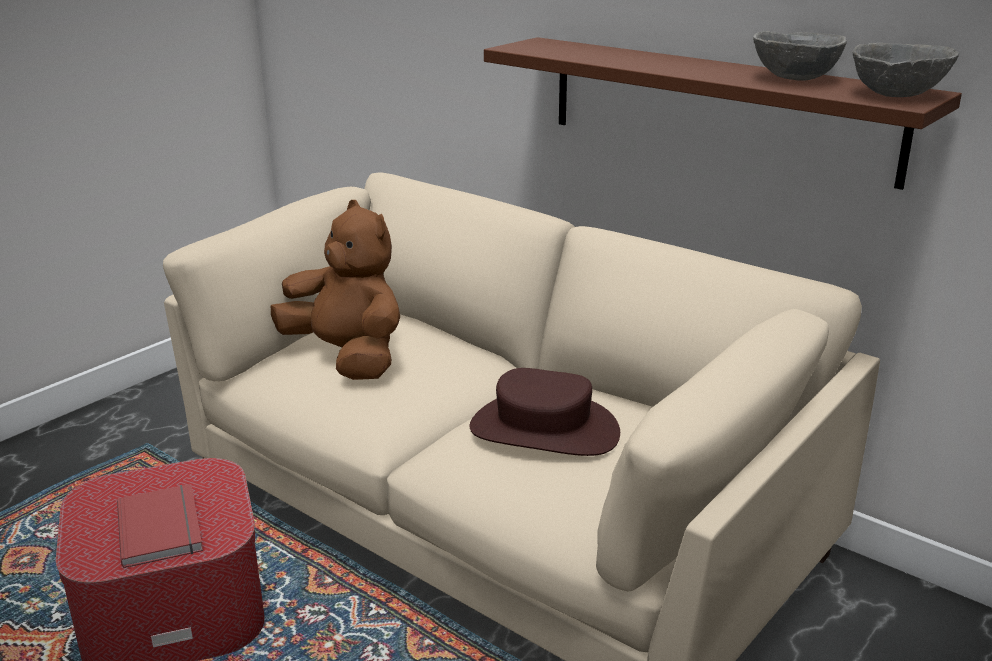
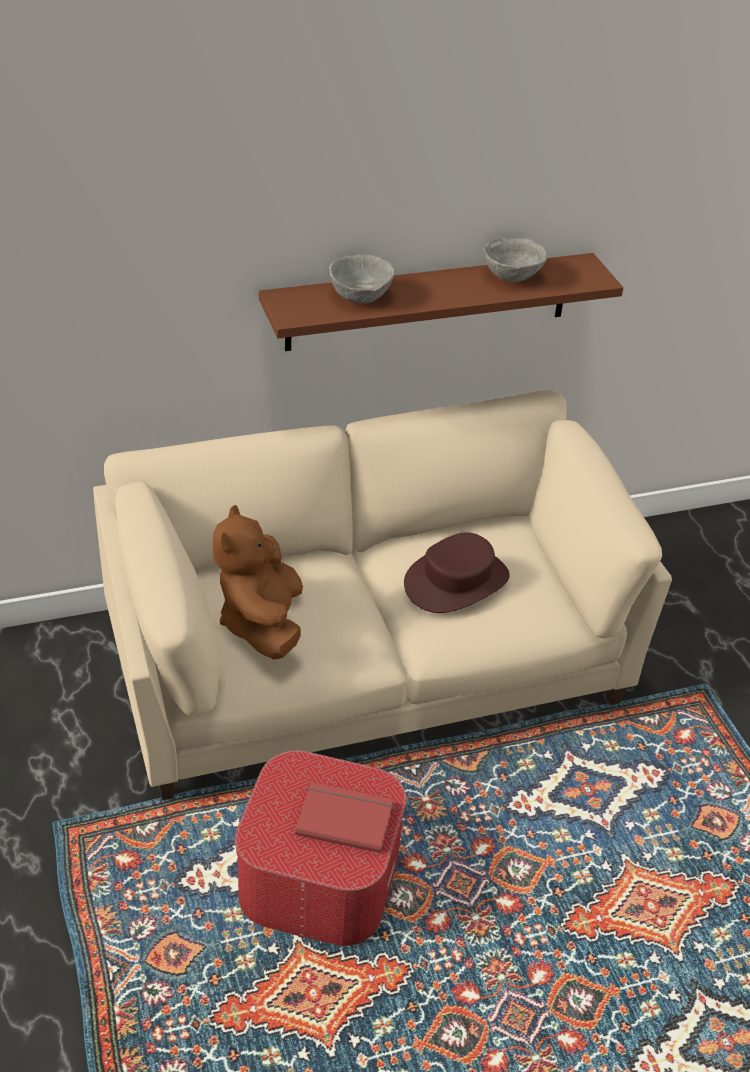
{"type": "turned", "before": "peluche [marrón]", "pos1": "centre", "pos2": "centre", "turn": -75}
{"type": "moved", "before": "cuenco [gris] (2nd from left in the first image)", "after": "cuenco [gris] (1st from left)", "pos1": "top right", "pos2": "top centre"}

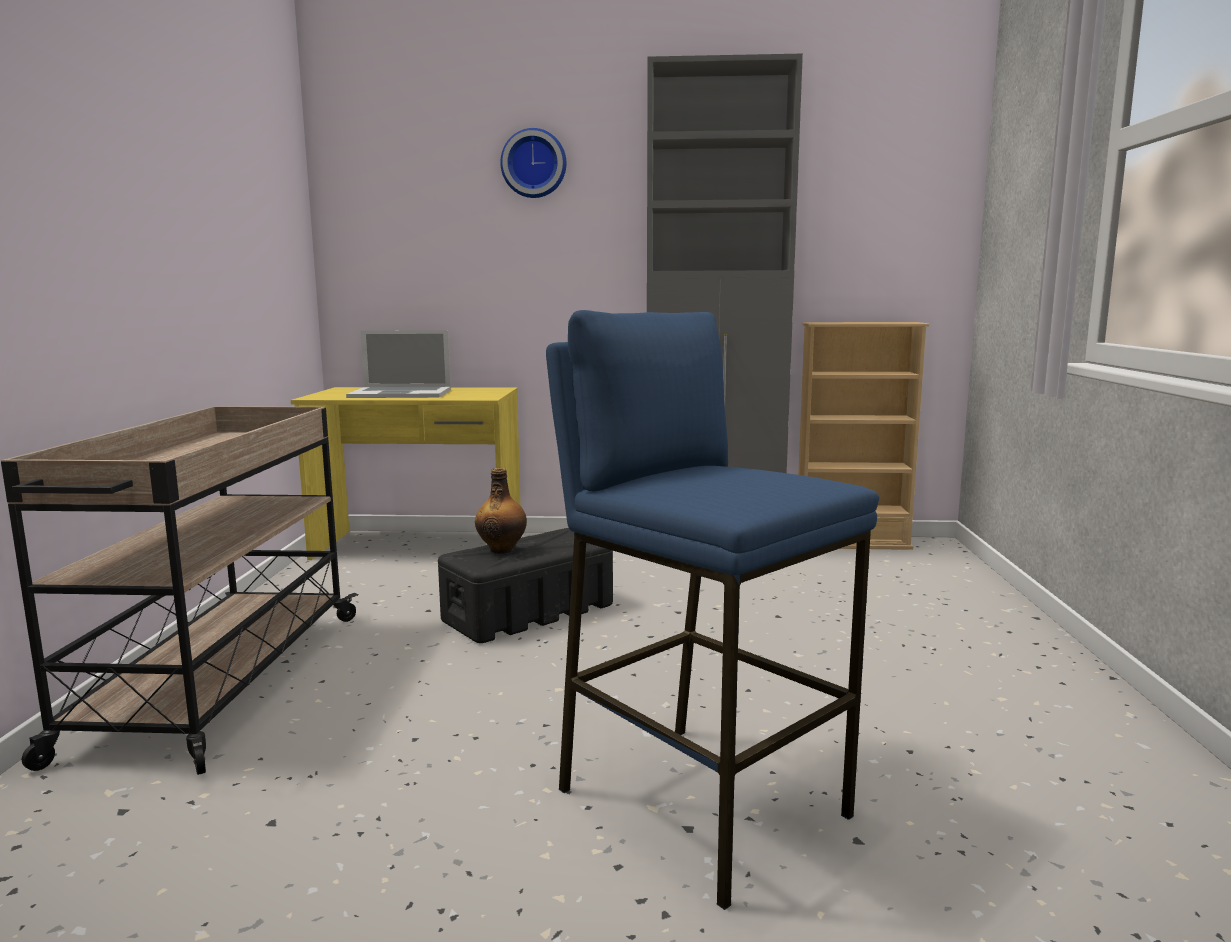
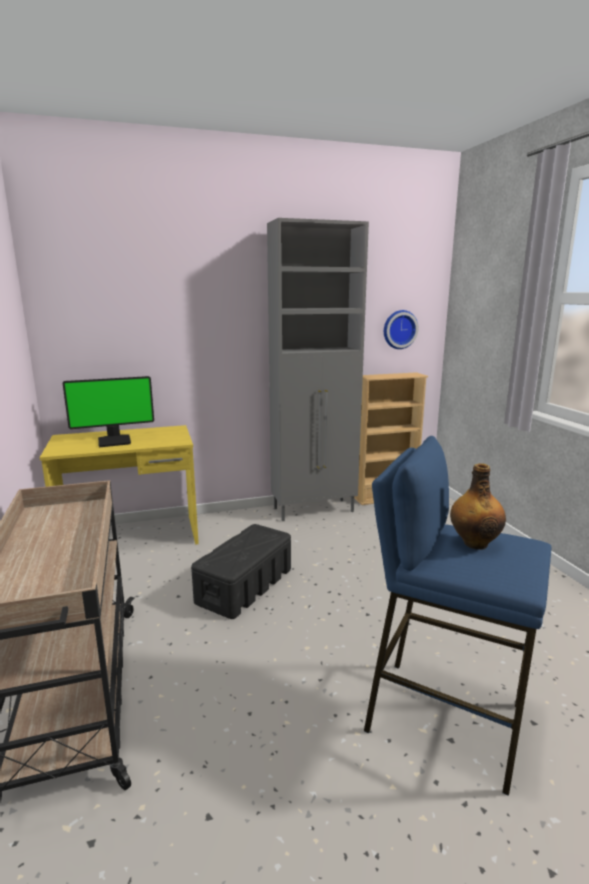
{"type": "replaced", "before": "portátil", "after": "monitor", "pos1": "middle left", "pos2": "middle left"}
{"type": "moved", "before": "reloj de pared", "pos1": "top centre", "pos2": "middle right"}
{"type": "moved", "before": "botella", "pos1": "centre", "pos2": "middle right"}

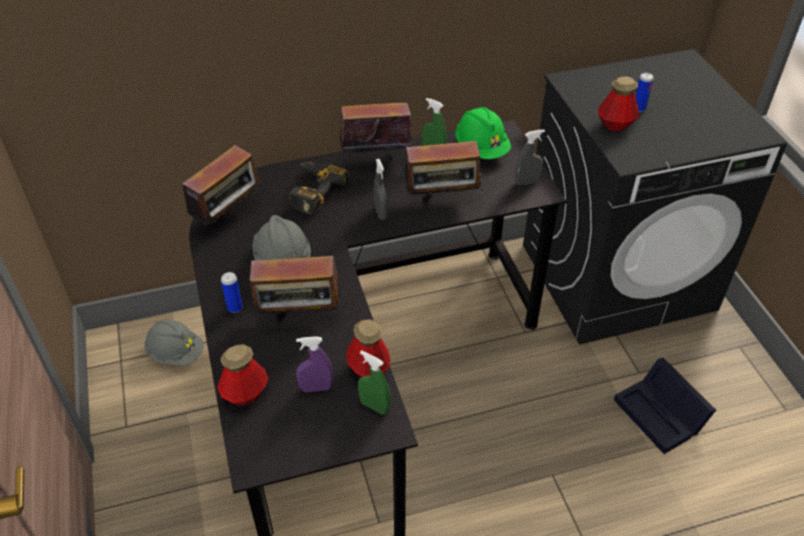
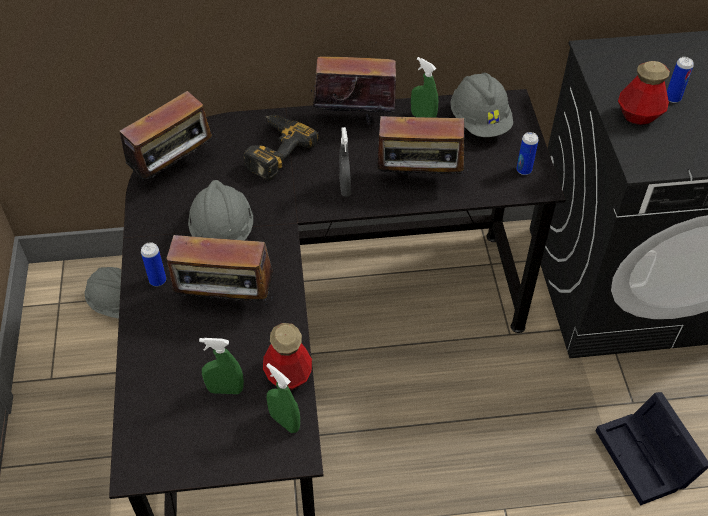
{"type": "recoloured", "before": "pulverizador [morado]", "after": "pulverizador [verde] (1st from left)", "pos1": "bottom centre", "pos2": "bottom left"}
{"type": "recoloured", "before": "casco [verde]", "after": "casco [gris] (3rd from left)", "pos1": "top centre", "pos2": "top right"}
{"type": "replaced", "before": "pulverizador [gris] (2nd from left)", "after": "lata (2nd from left)", "pos1": "top centre", "pos2": "top right"}
{"type": "removed", "before": "botella (1st from left)", "pos1": "bottom left"}

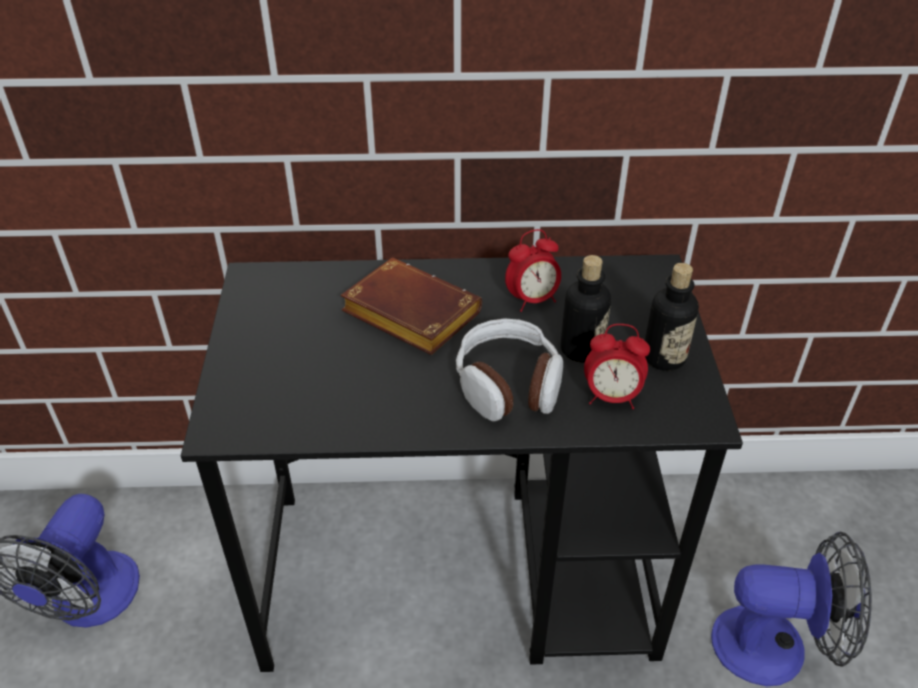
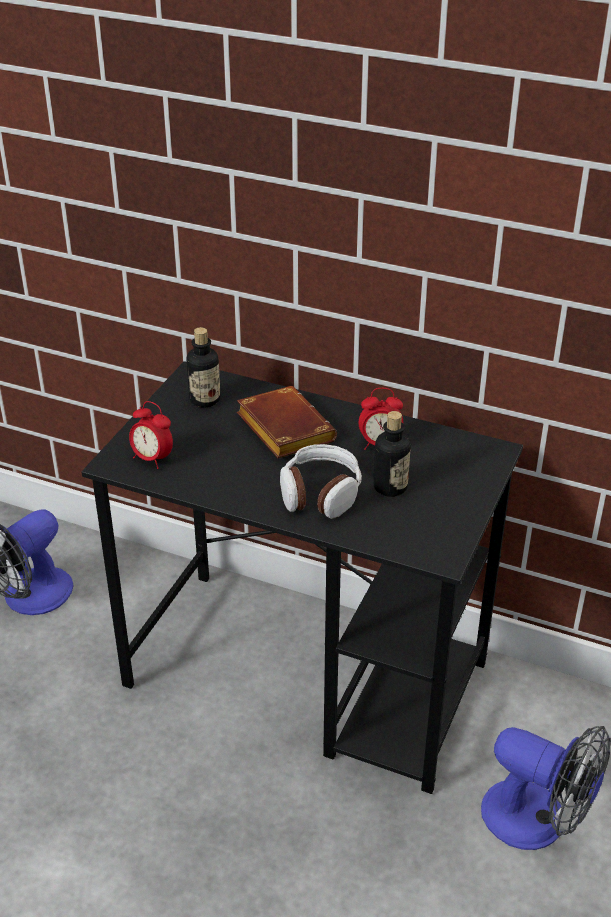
{"type": "moved", "before": "despertador (2nd from left in the first image)", "after": "despertador (1st from left)", "pos1": "middle right", "pos2": "middle left"}
{"type": "moved", "before": "botella (2nd from left in the first image)", "after": "botella (1st from left)", "pos1": "middle right", "pos2": "middle left"}

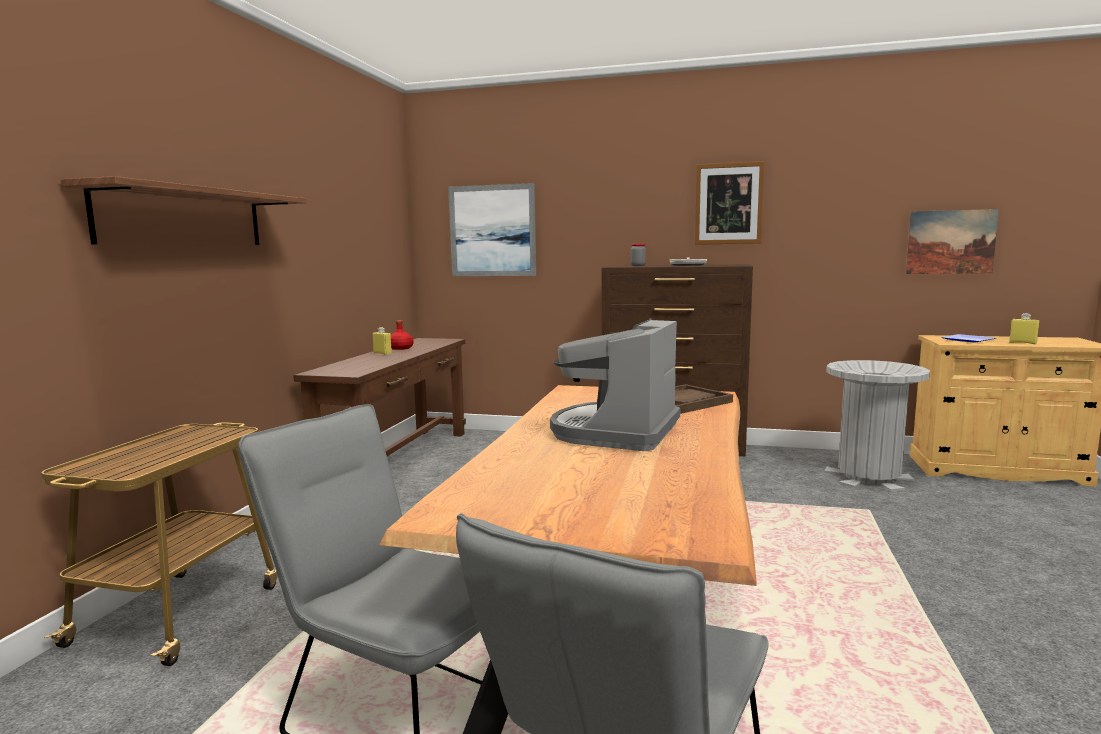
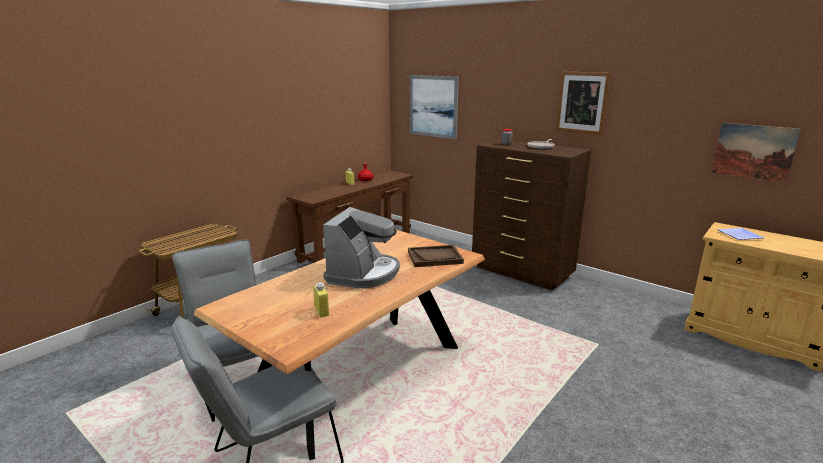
{"type": "moved", "before": "botella [amarillo] (2nd from left in the first image)", "after": "botella [amarillo] (1st from left)", "pos1": "middle right", "pos2": "centre"}
{"type": "turned", "before": "cafetera", "pos1": "centre", "pos2": "centre", "turn": 150}
{"type": "removed", "before": "estante", "pos1": "top left"}
{"type": "removed", "before": "papelera [gris]", "pos1": "middle right"}

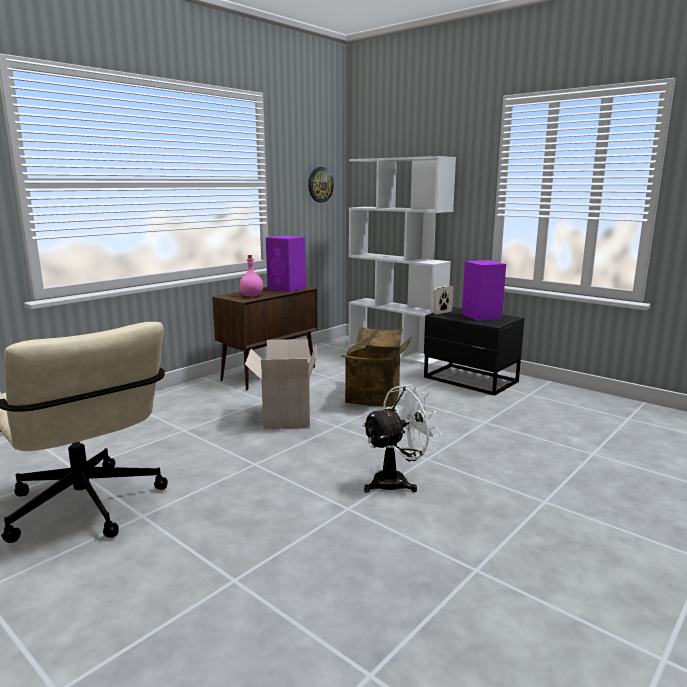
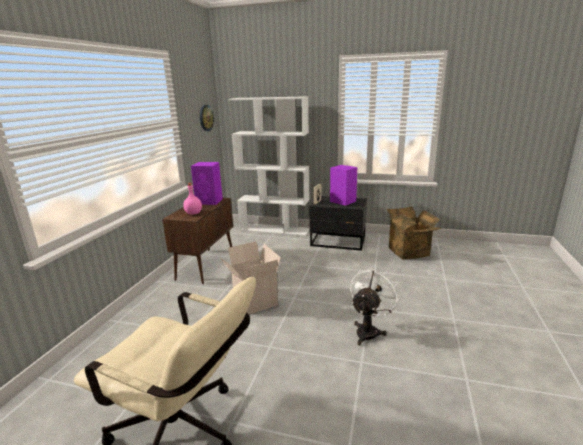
{"type": "moved", "before": "caja de cartón (2nd from left)", "pos1": "centre", "pos2": "middle right"}

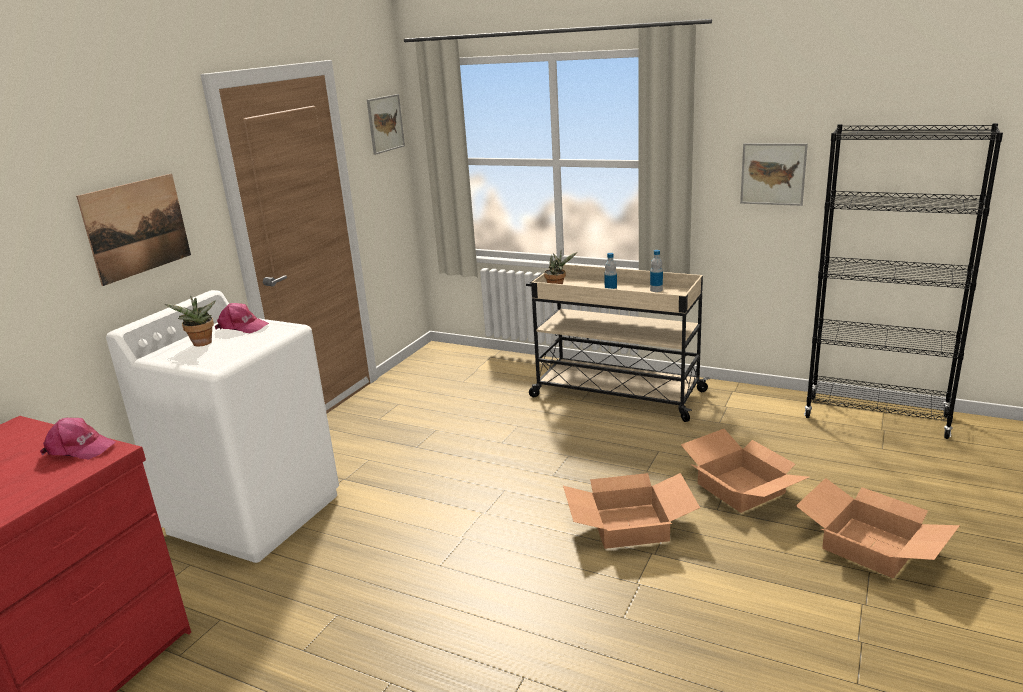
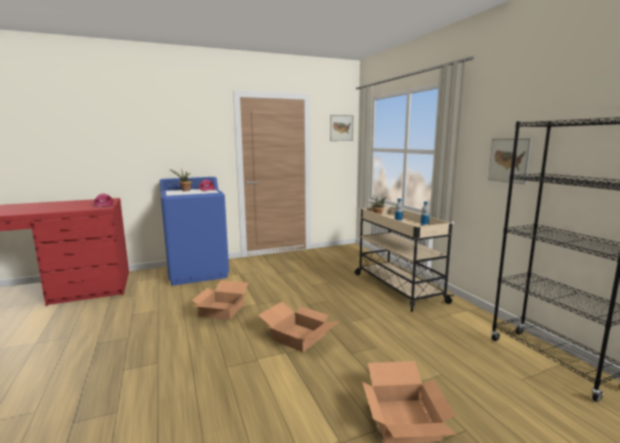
{"type": "recoloured", "before": "lavadora [blanco]", "after": "lavadora [azul]", "pos1": "middle left", "pos2": "middle left"}
{"type": "moved", "before": "caja de cartón (2nd from left in the first image)", "after": "caja de cartón (1st from left)", "pos1": "bottom right", "pos2": "bottom centre"}
{"type": "removed", "before": "cuadro (1st from left)", "pos1": "top left"}

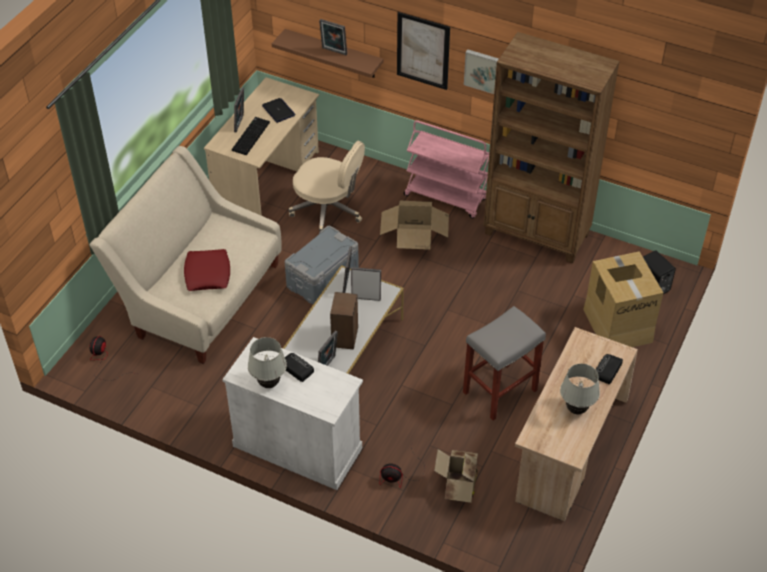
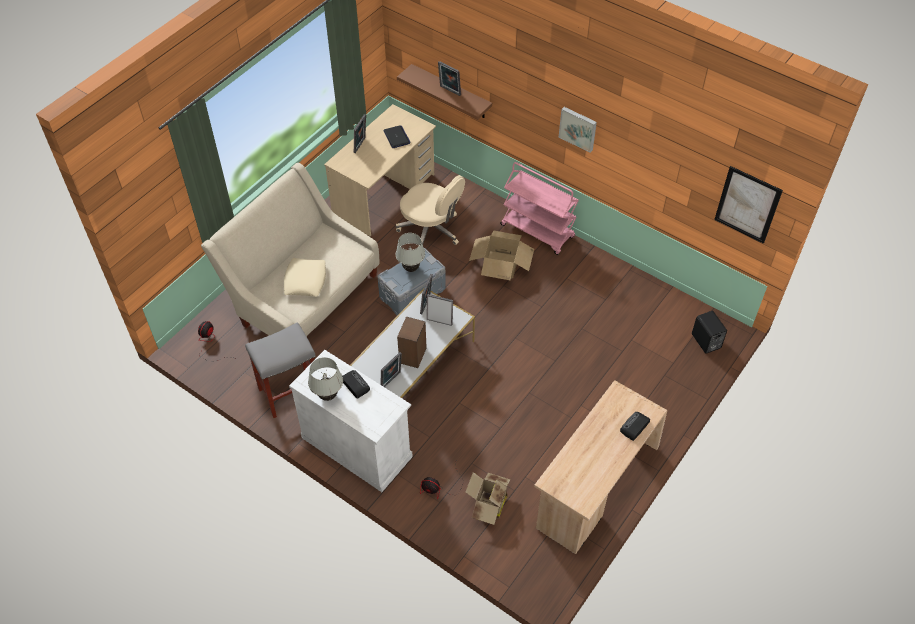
{"type": "moved", "before": "taburete [gris]", "pos1": "centre", "pos2": "middle left"}
{"type": "recoloured", "before": "cojín [rojo]", "after": "cojín [beis]", "pos1": "middle left", "pos2": "centre"}
{"type": "moved", "before": "lámpara de mesa [blanco] (2nd from left)", "pos1": "bottom right", "pos2": "centre"}
{"type": "moved", "before": "cuadro (1st from left in the first image)", "after": "cuadro (2nd from left)", "pos1": "top centre", "pos2": "top right"}
{"type": "removed", "before": "teclado", "pos1": "top left"}
{"type": "removed", "before": "estantería [marrón]", "pos1": "top right"}
{"type": "removed", "before": "caja de cartón (3rd from left)", "pos1": "middle right"}

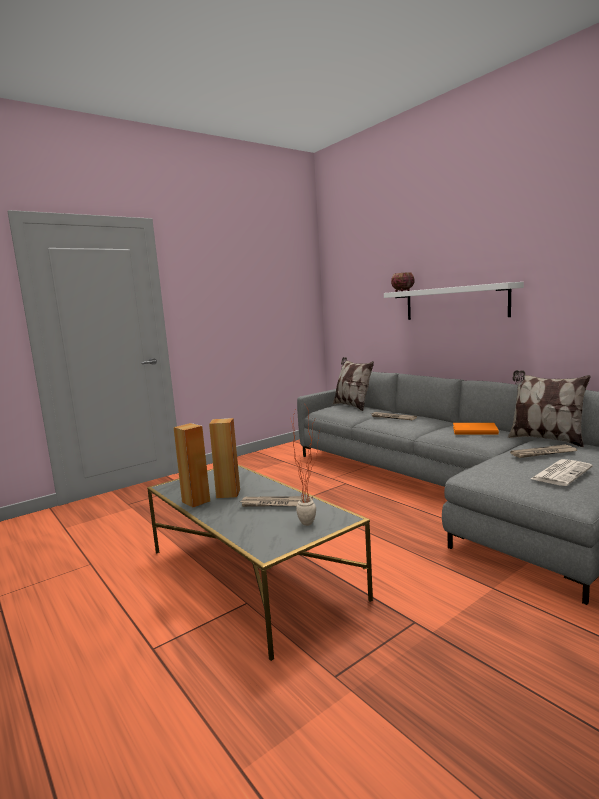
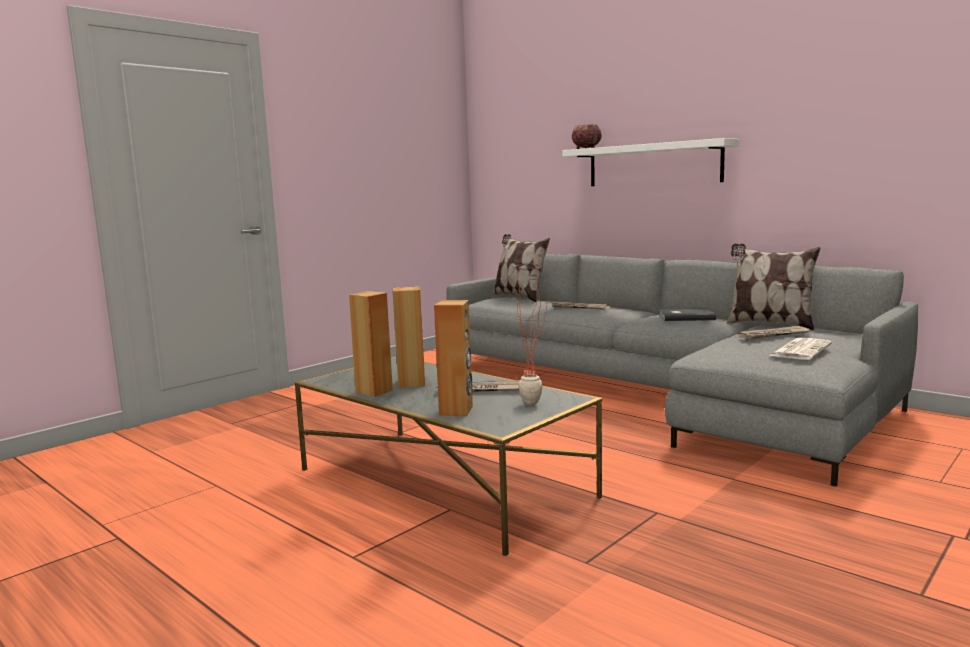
{"type": "added", "after": "altavoz [marrón] (3rd from left)", "pos2": "centre"}
{"type": "recoloured", "before": "libro [naranja]", "after": "libro [gris]", "pos1": "middle right", "pos2": "middle right"}

